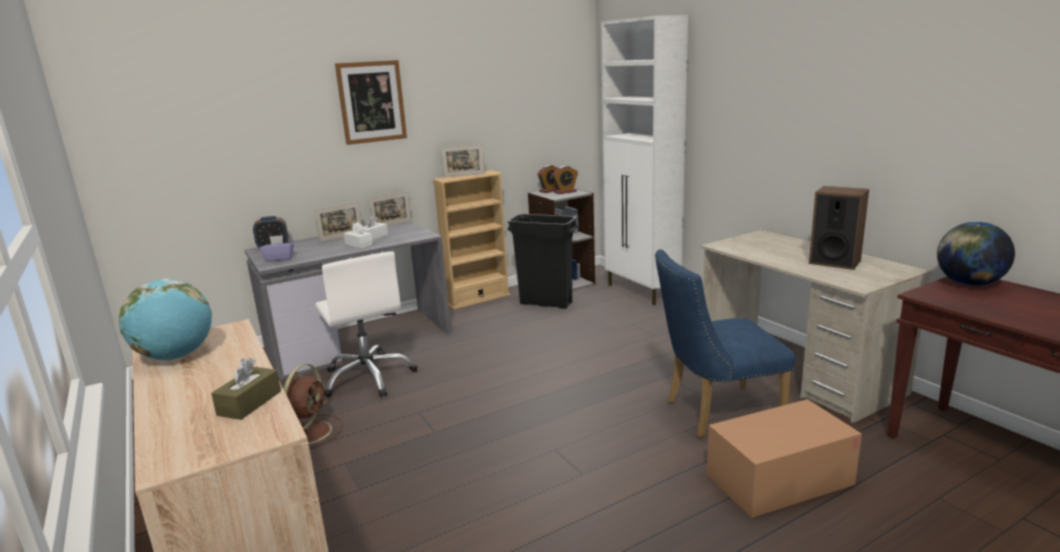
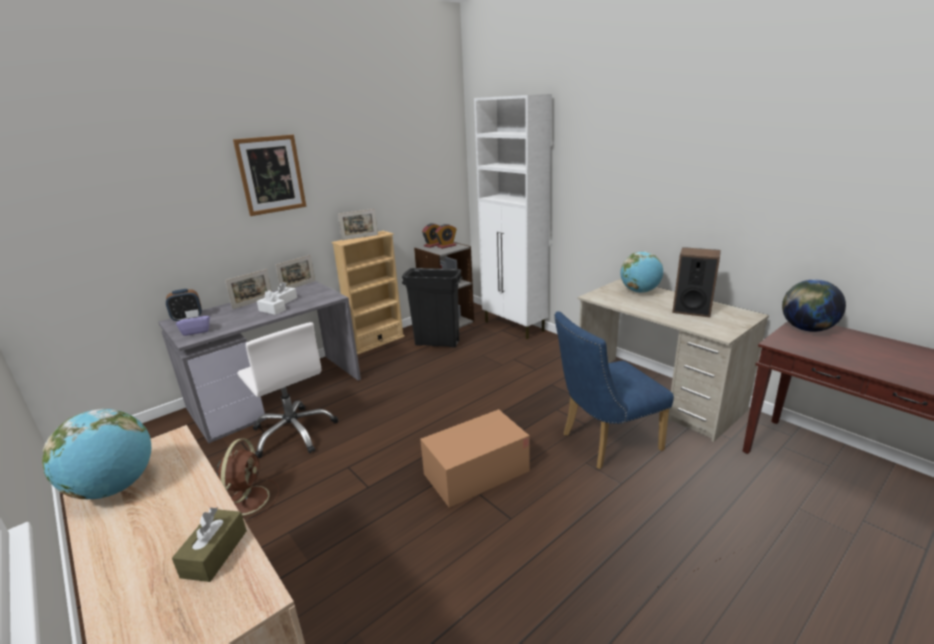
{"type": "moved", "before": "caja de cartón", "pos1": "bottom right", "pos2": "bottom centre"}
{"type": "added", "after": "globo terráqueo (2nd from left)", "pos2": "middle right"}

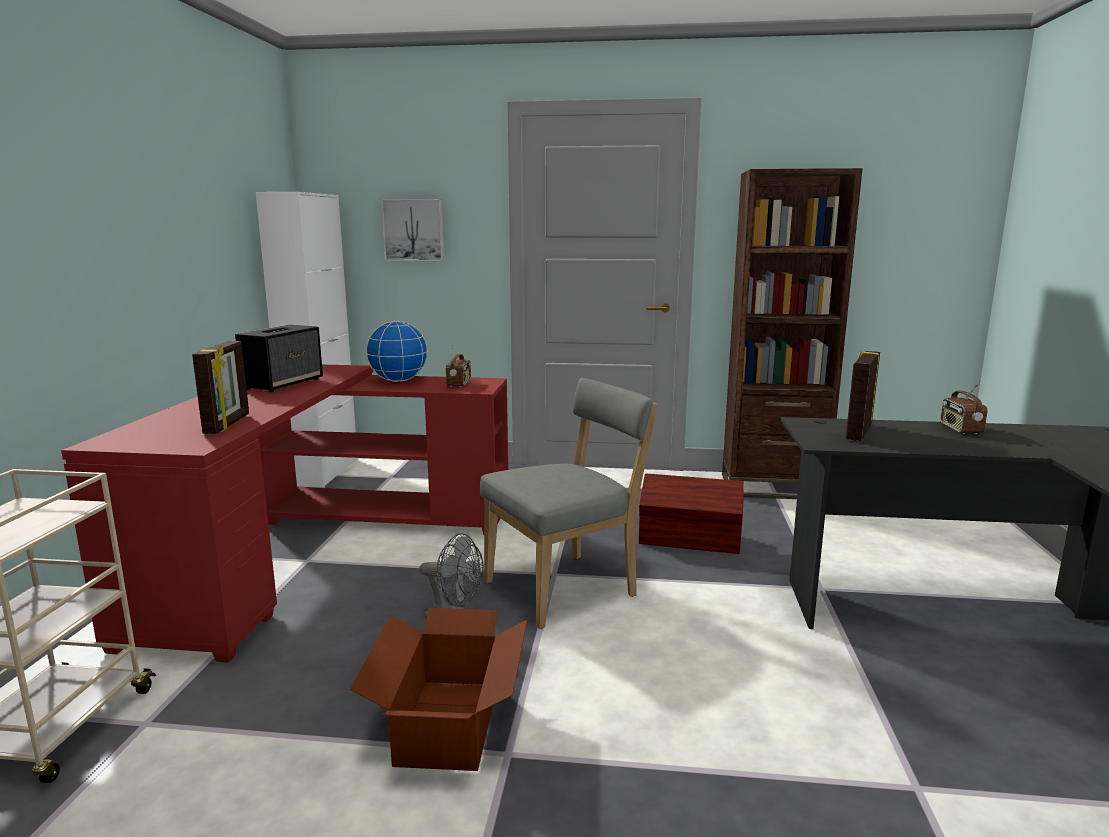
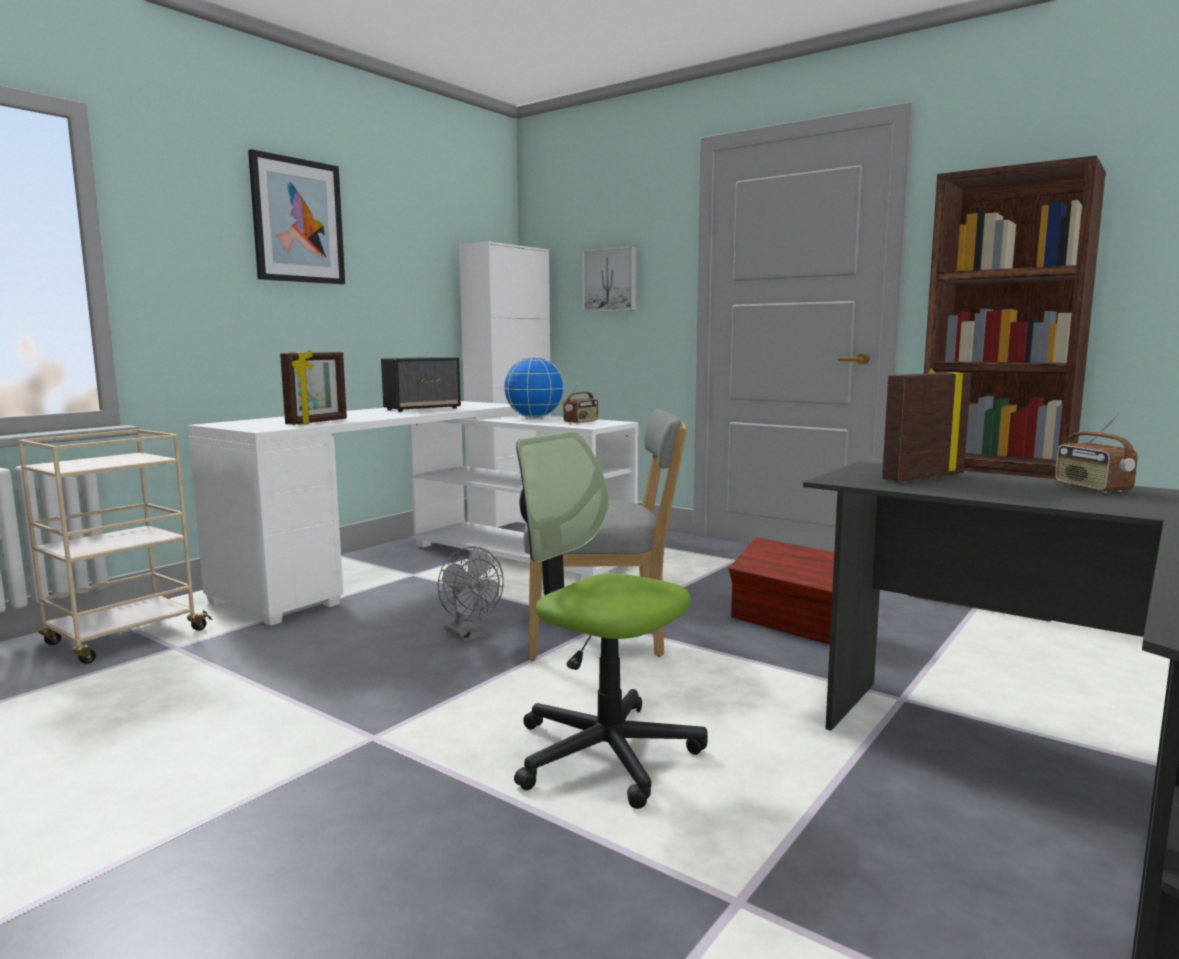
{"type": "recoloured", "before": "escritorio [rojo]", "after": "escritorio [blanco]", "pos1": "middle left", "pos2": "centre"}
{"type": "added", "after": "cuadro (1st from left)", "pos2": "top left"}
{"type": "added", "after": "silla de oficina", "pos2": "centre"}
{"type": "turned", "before": "radio (2nd from left)", "pos1": "middle right", "pos2": "middle right", "turn": -45}
{"type": "removed", "before": "caja de cartón", "pos1": "bottom centre"}

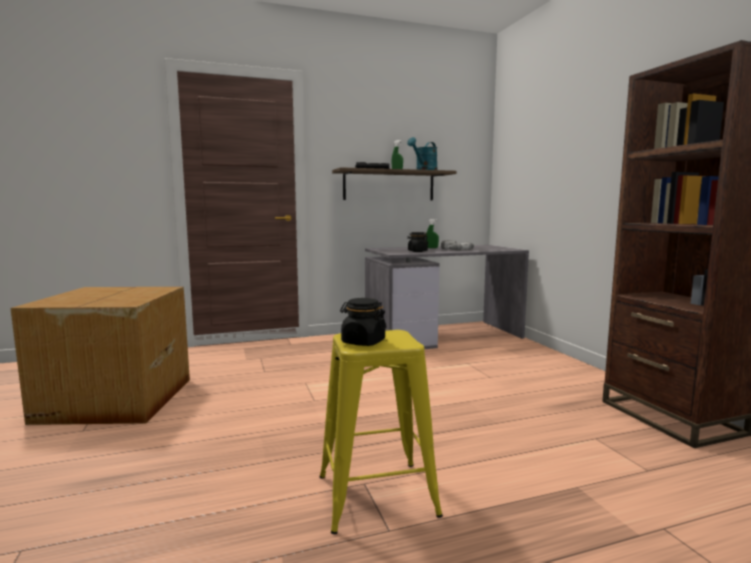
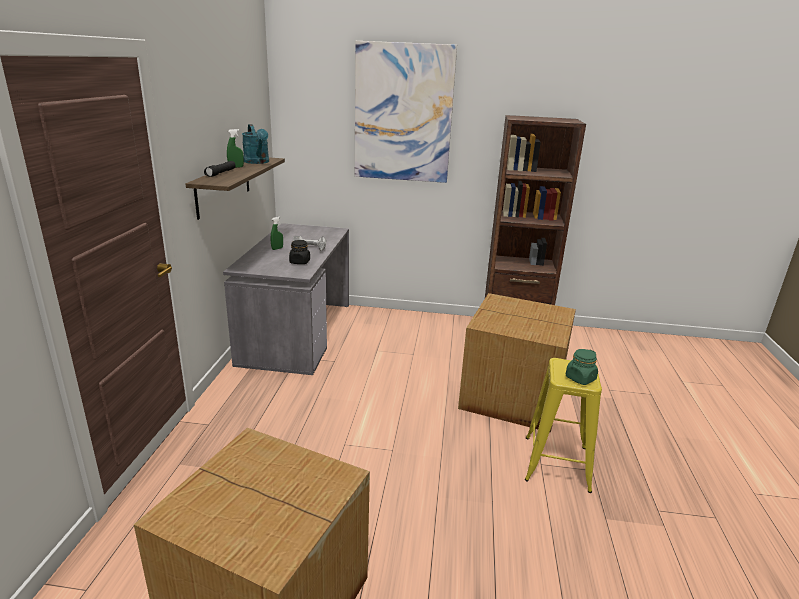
{"type": "added", "after": "cuadro", "pos2": "top centre"}
{"type": "added", "after": "caja de cartón (2nd from left)", "pos2": "centre"}
{"type": "recoloured", "before": "tarro [negro] (1st from left)", "after": "tarro [verde]", "pos1": "centre", "pos2": "middle right"}

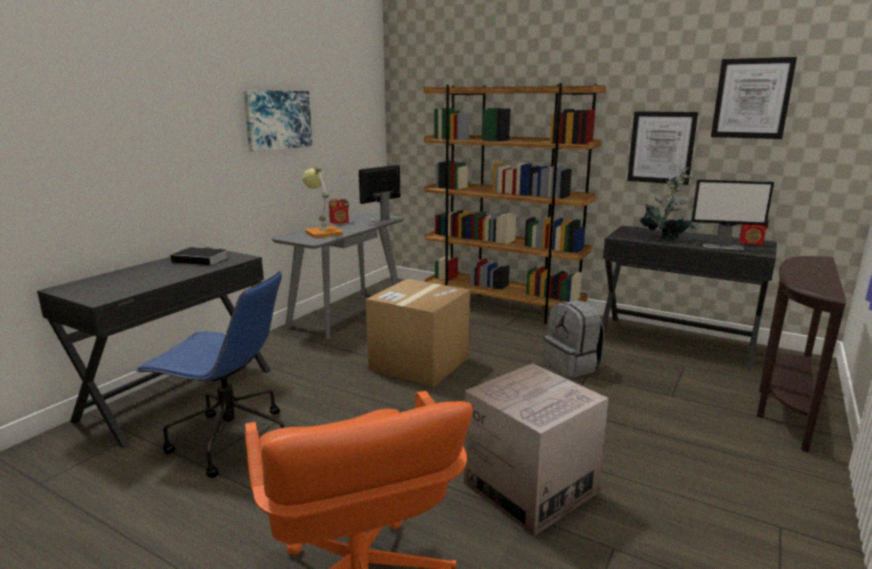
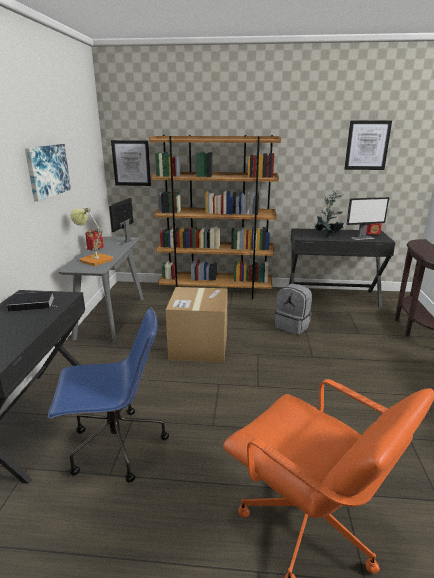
{"type": "moved", "before": "cuadro (2nd from left)", "pos1": "top right", "pos2": "top left"}
{"type": "removed", "before": "caja de cartón (2nd from left)", "pos1": "bottom centre"}

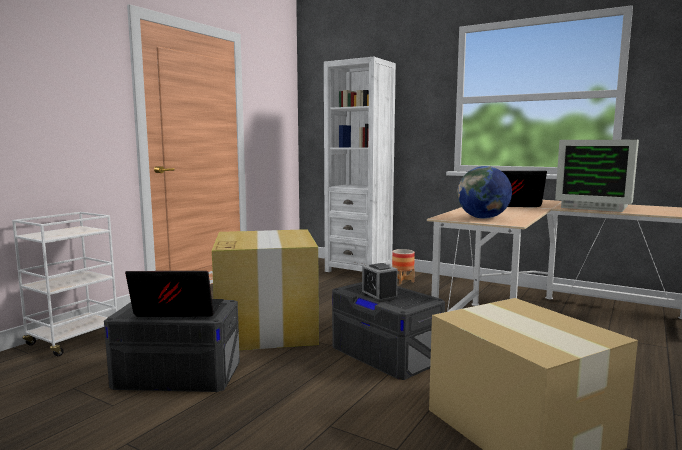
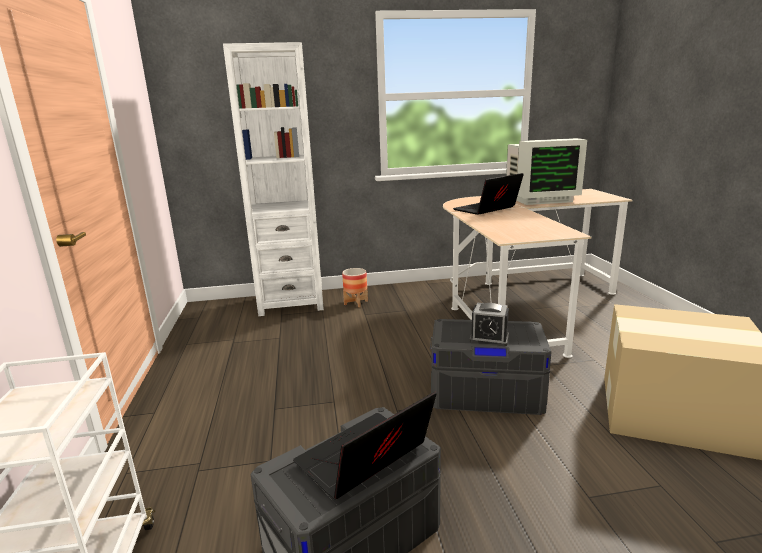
{"type": "removed", "before": "caja de cartón (1st from left)", "pos1": "centre"}
{"type": "removed", "before": "globo terráqueo", "pos1": "middle right"}

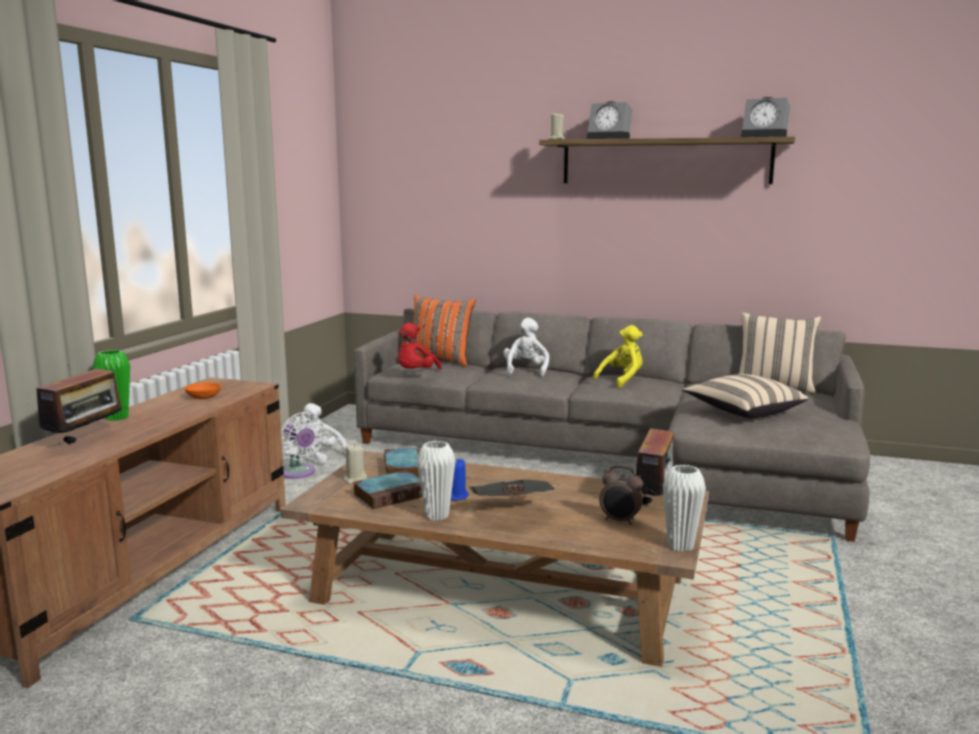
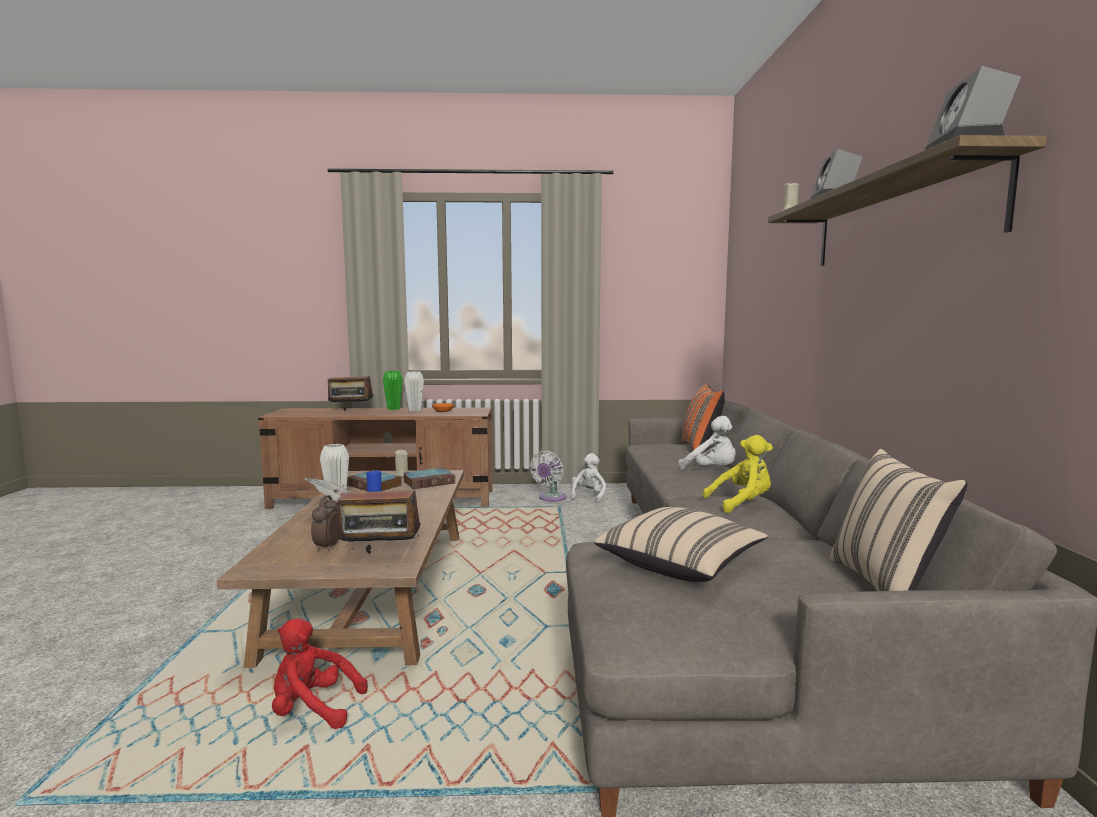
{"type": "moved", "before": "peluche [rojo]", "pos1": "centre", "pos2": "bottom left"}
{"type": "moved", "before": "florero [blanco] (2nd from left)", "pos1": "bottom right", "pos2": "centre"}
{"type": "turned", "before": "peluche [blanco] (2nd from left)", "pos1": "centre", "pos2": "centre", "turn": 60}
{"type": "turned", "before": "peluche [amarillo]", "pos1": "centre", "pos2": "middle right", "turn": -45}

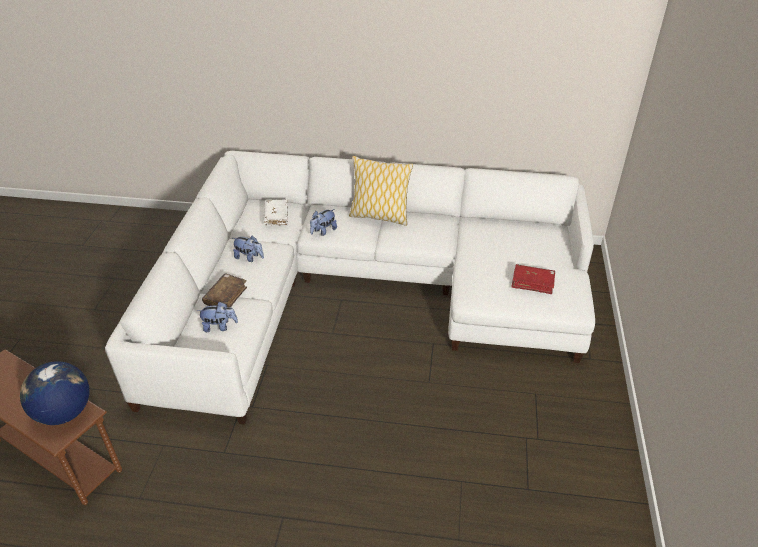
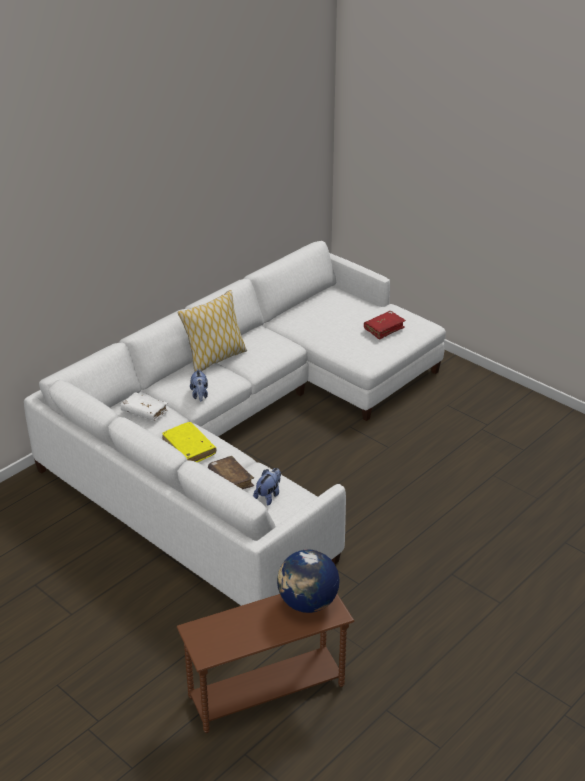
{"type": "replaced", "before": "peluche (2nd from left)", "after": "libro [amarillo]", "pos1": "middle left", "pos2": "middle left"}

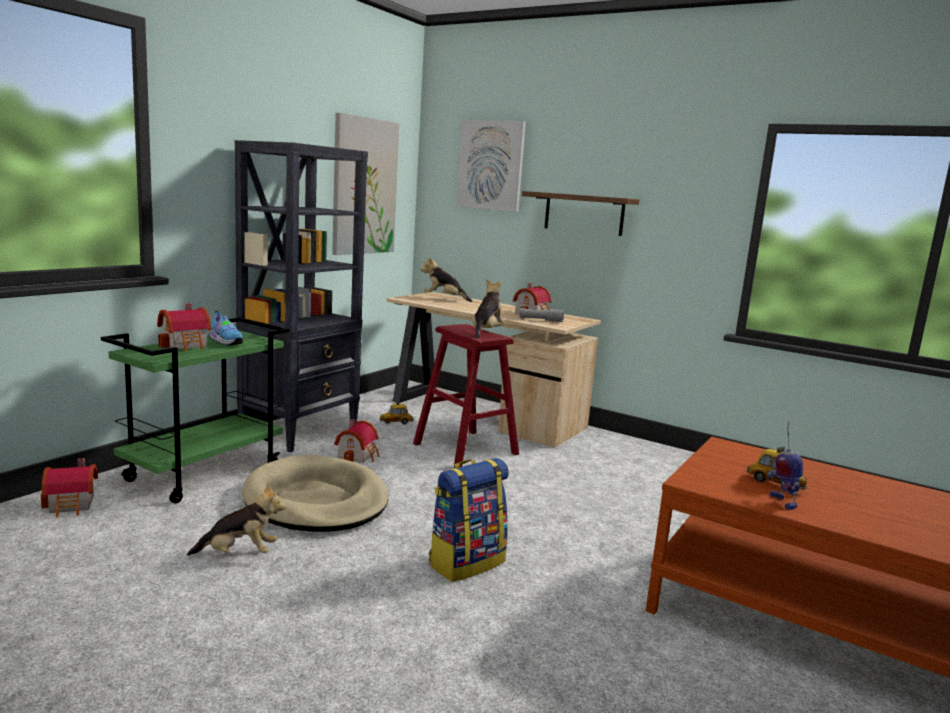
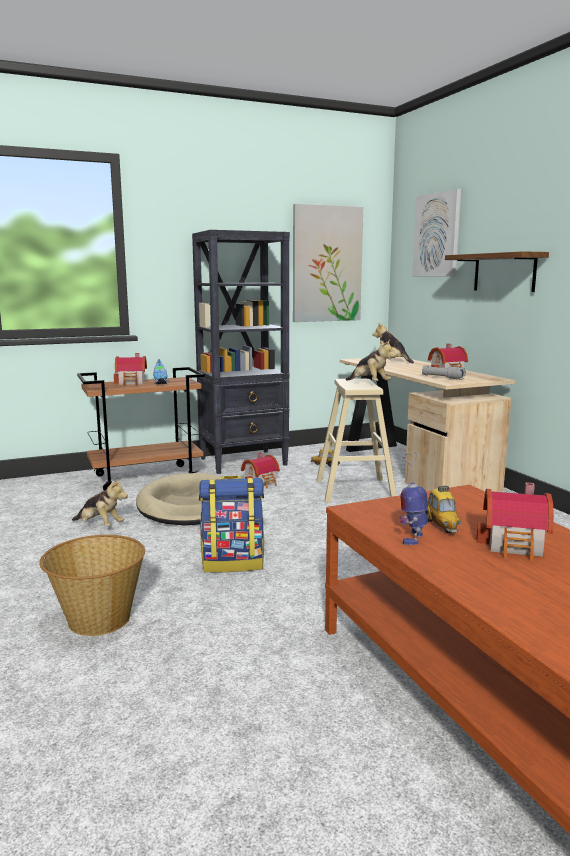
{"type": "added", "after": "cesta", "pos2": "bottom left"}
{"type": "recoloured", "before": "carrito [verde]", "after": "carrito [marrón]", "pos1": "middle left", "pos2": "middle left"}
{"type": "recoloured", "before": "taburete [rojo]", "after": "taburete [beis]", "pos1": "centre", "pos2": "centre"}
{"type": "turned", "before": "peluche (3rd from left in the first image)", "pos1": "centre", "pos2": "centre", "turn": 90}
{"type": "moved", "before": "casita (1st from left in the first image)", "after": "casita (4th from left)", "pos1": "bottom left", "pos2": "middle right"}

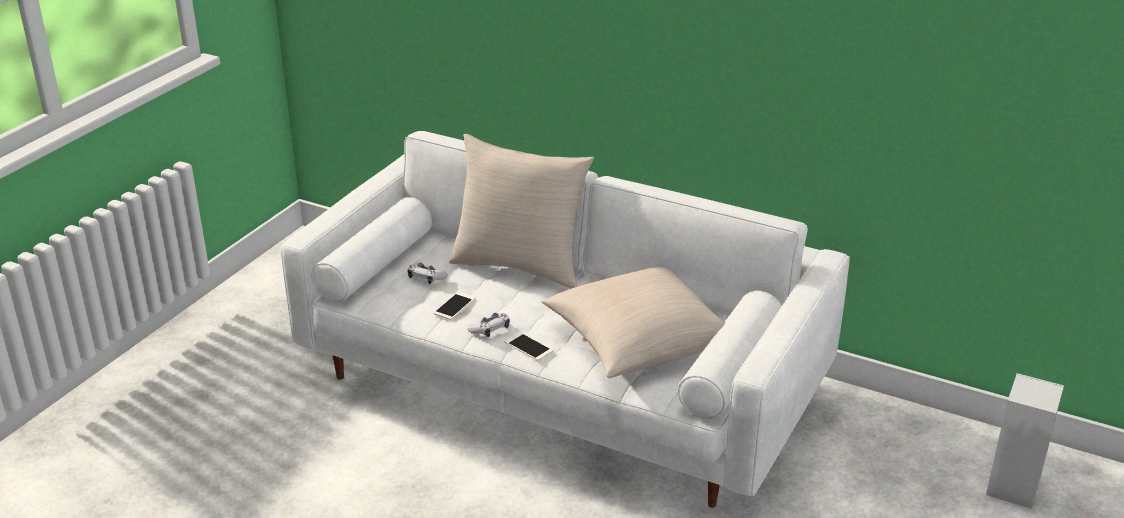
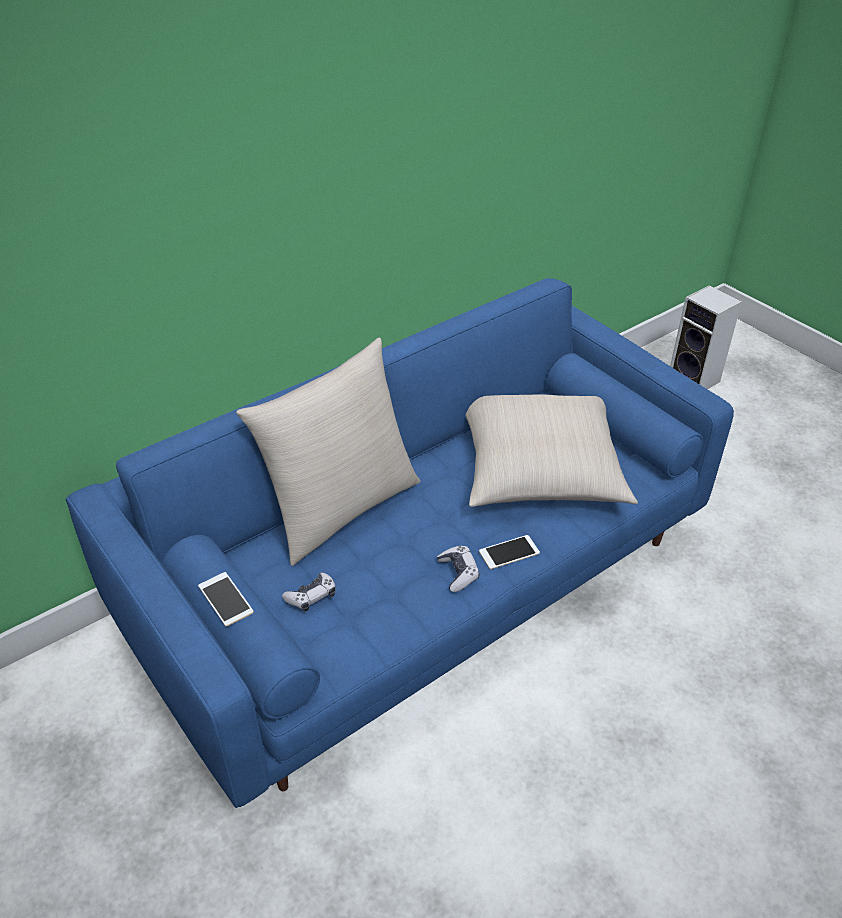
{"type": "recoloured", "before": "sofá [blanco]", "after": "sofá [azul]", "pos1": "centre", "pos2": "centre"}
{"type": "moved", "before": "móvil (1st from left)", "pos1": "centre", "pos2": "middle left"}

